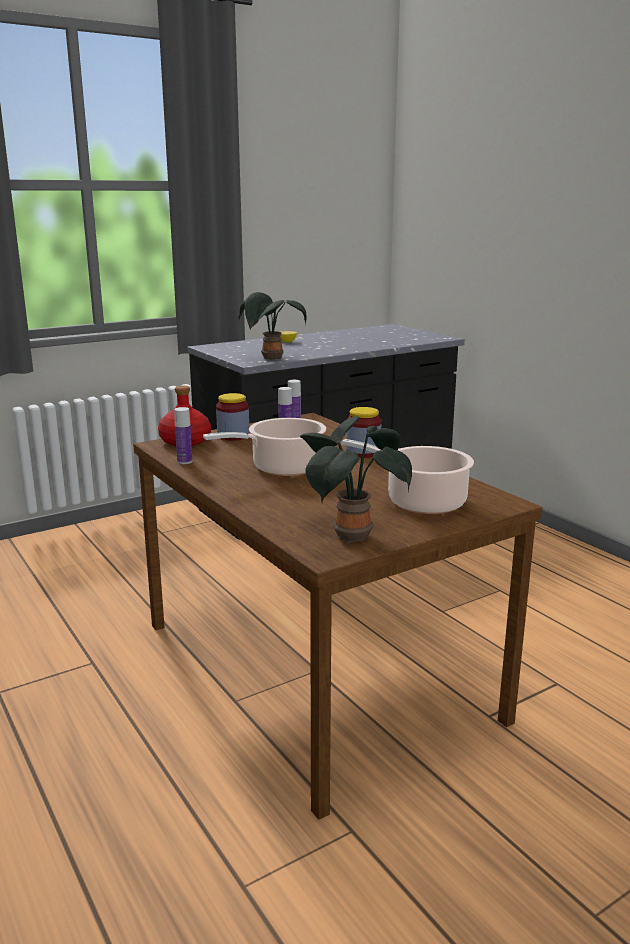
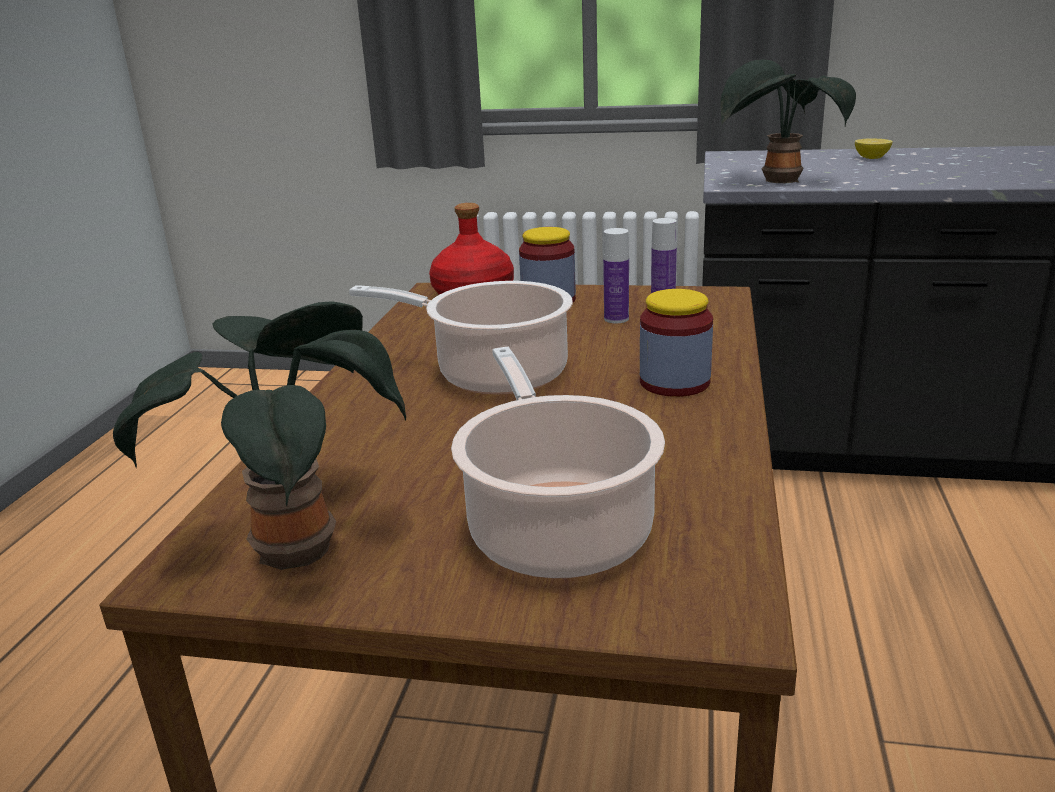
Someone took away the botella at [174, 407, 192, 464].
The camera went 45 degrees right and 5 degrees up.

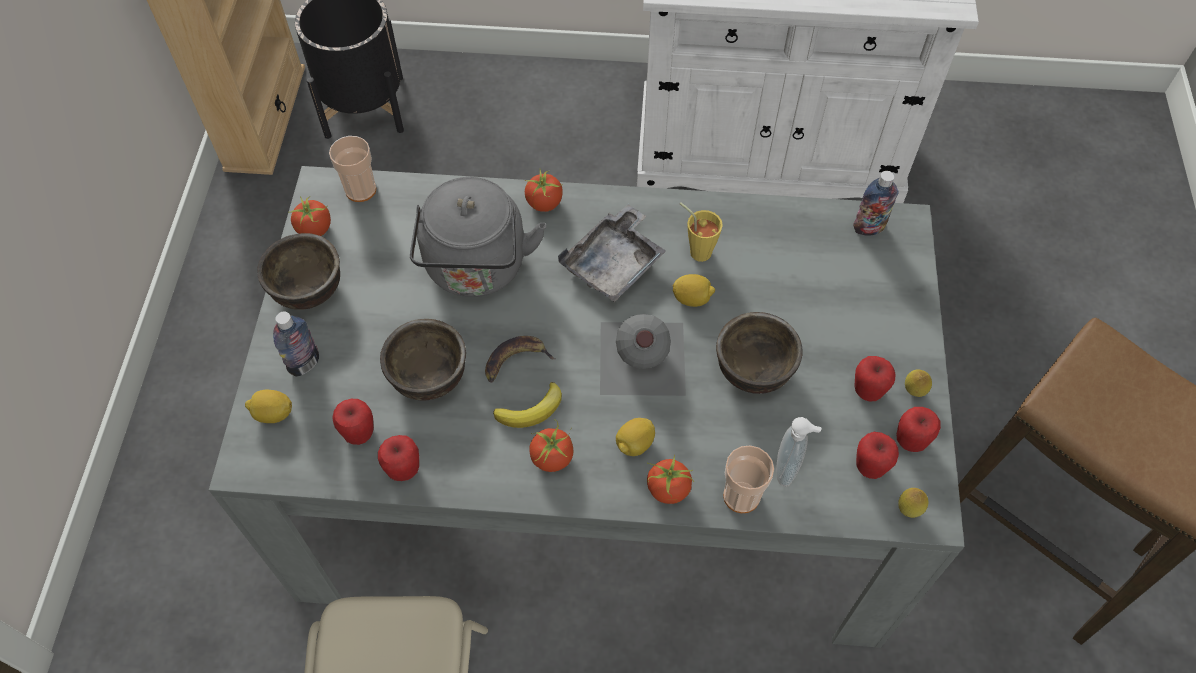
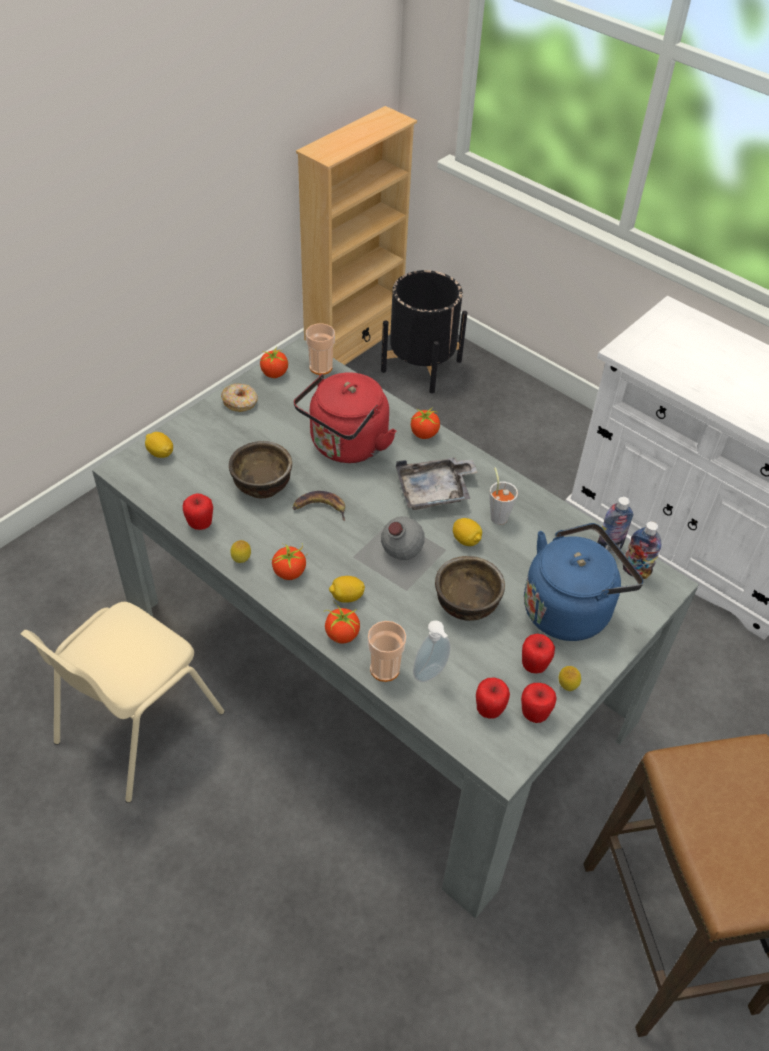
Someone swapped the cuenco (marrón) at [257, 233, 340, 310] for the rosquilla at [221, 383, 258, 412].
Someone carried the botella from [273, 311, 319, 377] to [597, 497, 634, 553].
Someone took away the manzana at [332, 399, 374, 445].
Someone repainted the hervidor (gris) at [410, 177, 546, 297], which became the hervidor (rojo) at [294, 372, 396, 463].
Someone took away the plátano at [493, 382, 562, 428].
Someone repainted the taza (amarillo) at [680, 203, 723, 262], which became the taza (gris) at [490, 467, 518, 525].
Someone carried the limón from [898, 488, 928, 518] to [230, 540, 251, 563].
Someone put down the hervidor (azul) at [524, 523, 643, 641].
The camera went 35 degrees right and 10 degrees down.

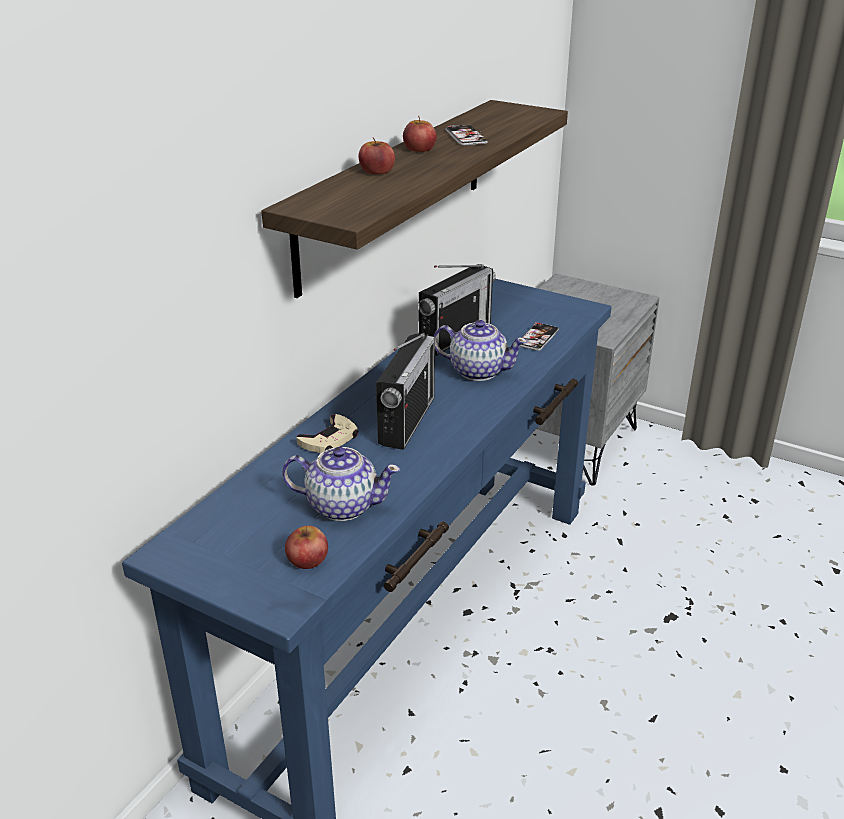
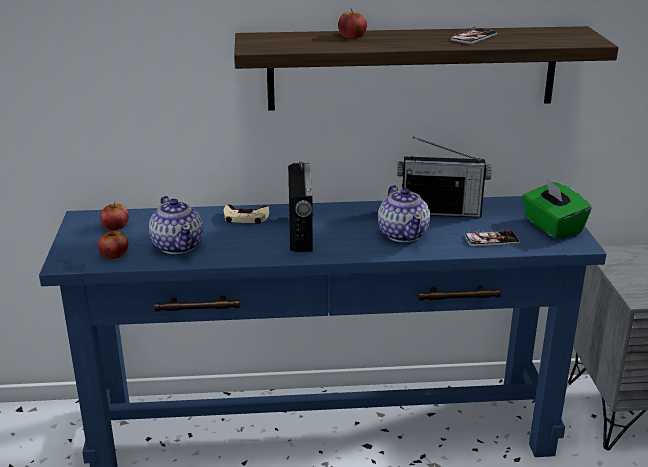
Someone rotated the radio at [376, 334, 436, 450] by 75 degrees counterclockwise.
Someone carried the manzana from [403, 116, 437, 152] to [100, 202, 129, 230].
Someone put down the caja de pañuelos (verde) at [522, 177, 592, 239].
The camera went 55 degrees right and 5 degrees down.

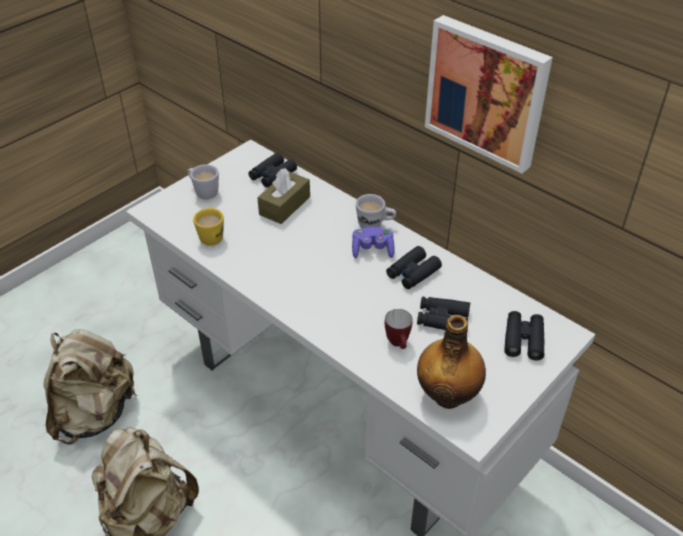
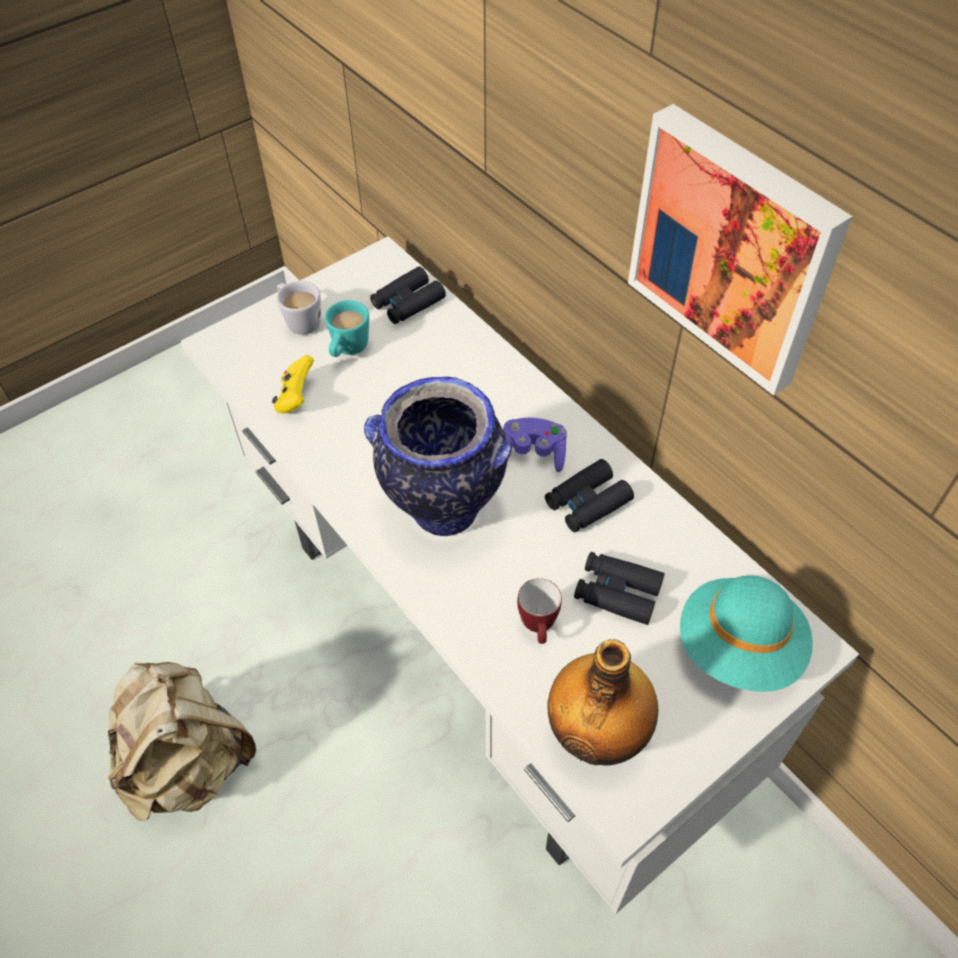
Someone took away the mochila (beis) at [43, 329, 137, 445].
Someone swapped the taza grande (amarillo) at [193, 207, 224, 245] for the mando de consola (amarillo) at [272, 355, 314, 414].
Someone took away the caja de pañuelos (marrón) at [257, 168, 310, 224].
Someone took away the taza grande (blanco) at [356, 194, 396, 228].
Someone swapped the prismáticos (negro) at [504, 311, 544, 360] for the sombrero (turquesa) at [680, 575, 813, 692].
Someone put down the taza grande (turquesa) at [325, 300, 369, 357].
Someone put down the florero at [364, 377, 512, 536].
The camera went 10 degrees right and 10 degrees up.

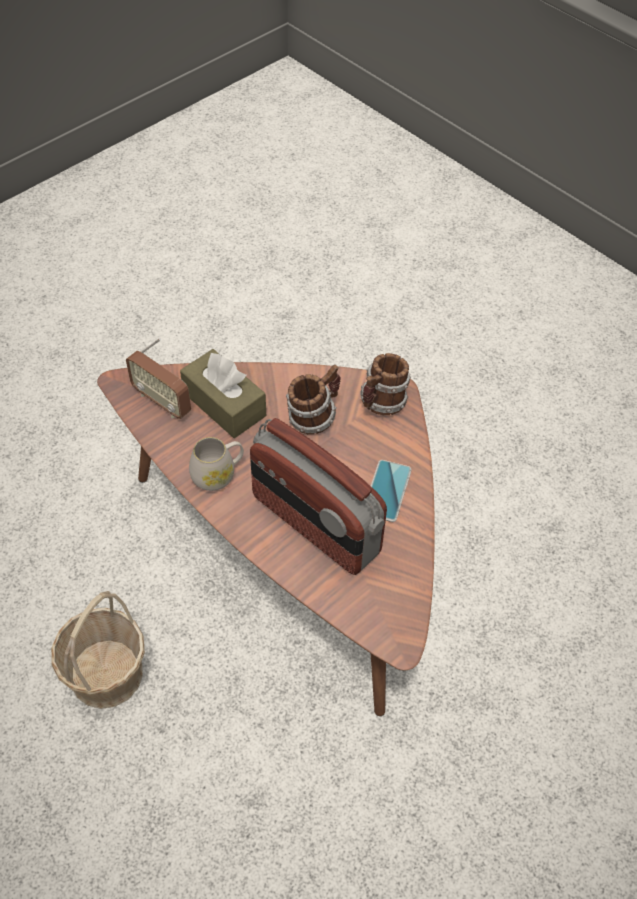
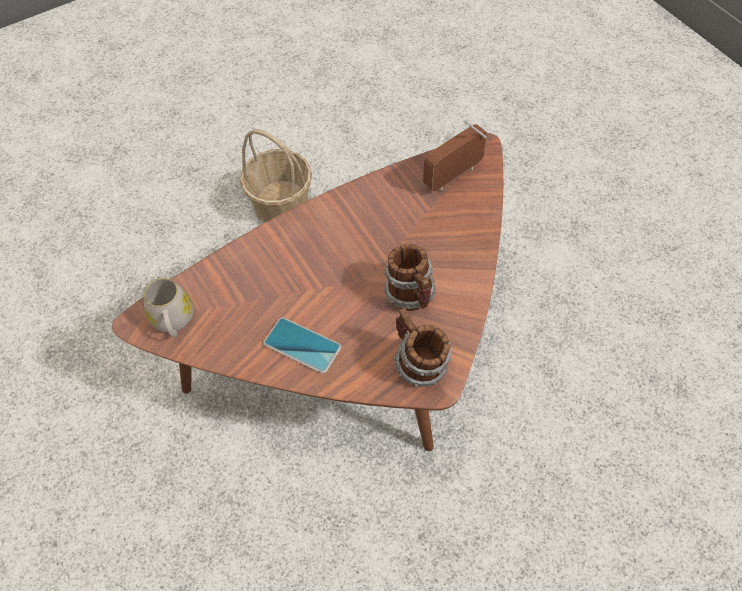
Someone took away the caja de pañuelos (marrón) at [180, 349, 266, 438].
Someone carried the taza grande (blanco) from [189, 437, 244, 491] to [144, 278, 193, 338].
Someone took away the radio at [250, 418, 387, 575].
The camera went 105 degrees right and 5 degrees up.

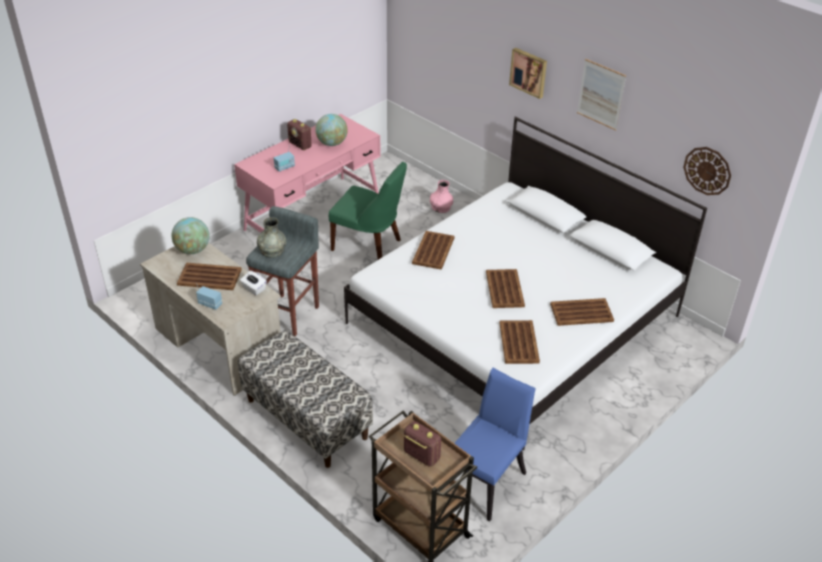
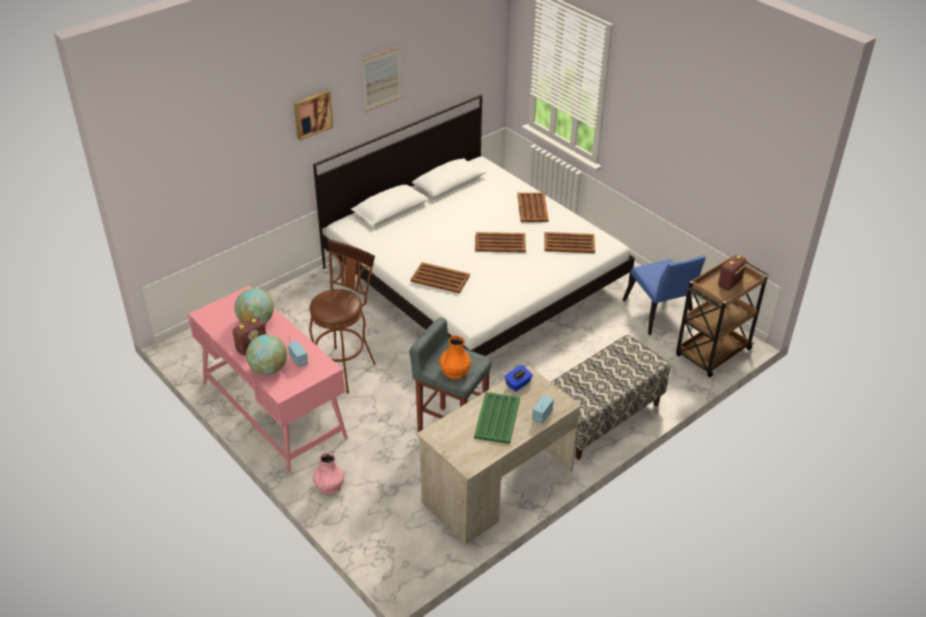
Someone carried the globo terráqueo from [171, 217, 210, 254] to [246, 334, 287, 375].
Someone repainted the bandeja (marrón) at [177, 262, 242, 290], which became the bandeja (verde) at [474, 392, 520, 444].
Someone repainted the caja de pañuelos (blanco) at [240, 271, 267, 295], which became the caja de pañuelos (azul) at [505, 365, 533, 391].
Someone repainted the florero (gris) at [257, 217, 287, 258], which became the florero (naranja) at [439, 336, 471, 379].
Someone swapped the silla (verde) at [329, 162, 407, 260] for the taburete (marrón) at [309, 239, 376, 394].
Someone carried the florero (rosa) from [430, 180, 453, 213] to [313, 452, 344, 494].
Someone rotated the silla (azul) at [454, 368, 536, 522] by 150 degrees counterclockwise.
Someone took away the reloj de pared at [683, 147, 731, 195].
The camera went 85 degrees left and 0 degrees up.

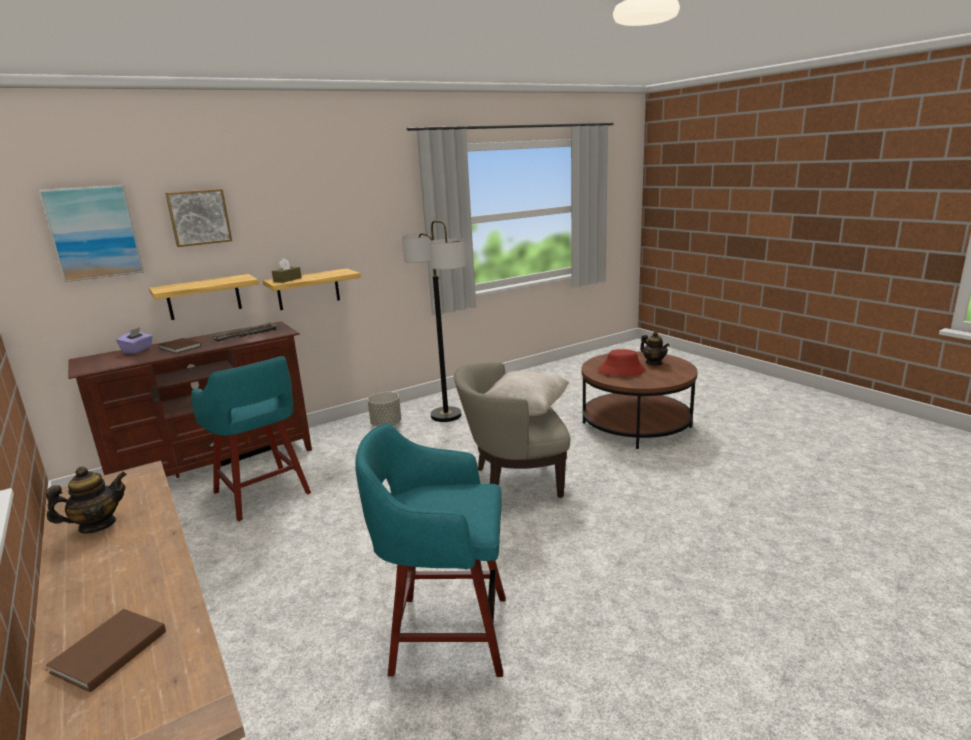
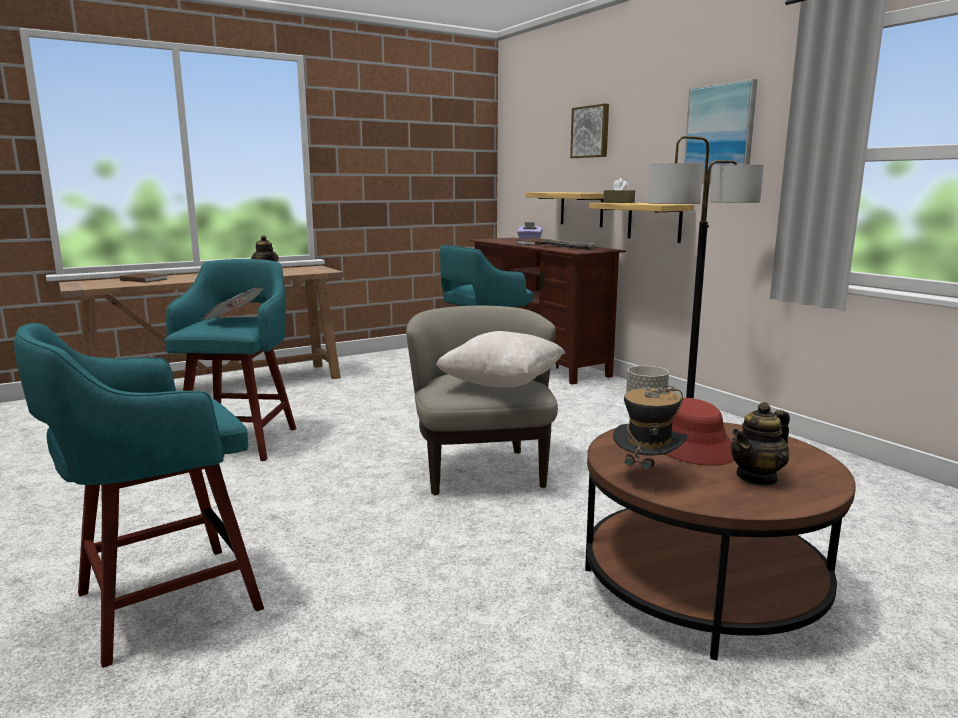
Someone carried the cuadro from [38, 185, 144, 282] to [684, 79, 758, 184].
Someone put down the taburete (turquesa) at [14, 323, 264, 668].
Someone put down the periódico at [201, 287, 263, 320].
Someone put down the sombrero at [613, 386, 688, 493].
The camera went 90 degrees right and 5 degrees down.

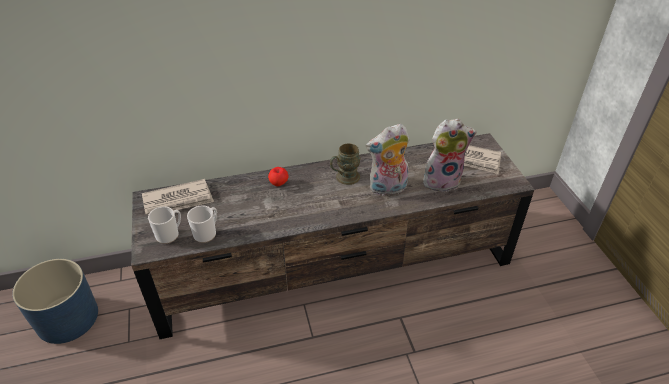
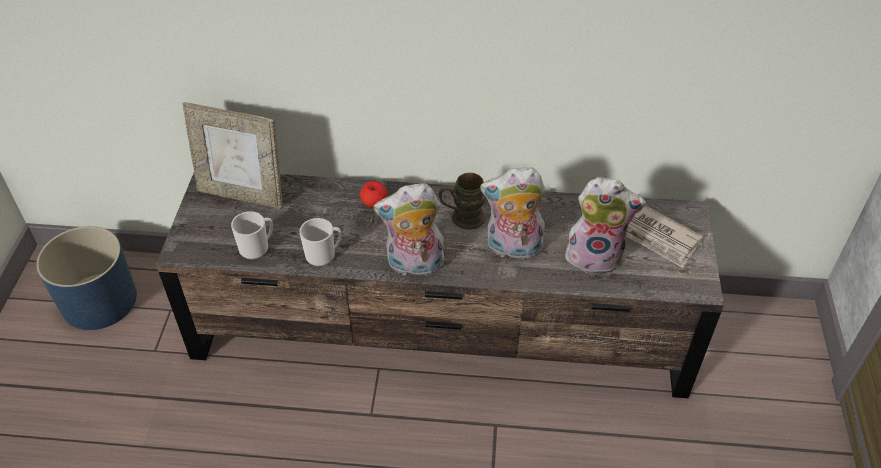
Someone swapped the periódico at [142, 179, 214, 215] for the portarretratos at [182, 102, 283, 209].
Someone carried the taza grande from [148, 206, 181, 244] to [300, 218, 341, 266].
Someone put down the peluche at [373, 183, 445, 279].
The camera went 20 degrees right and 5 degrees up.

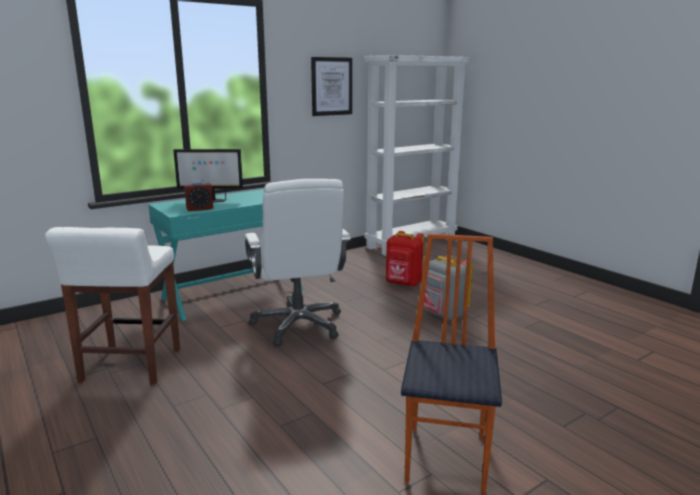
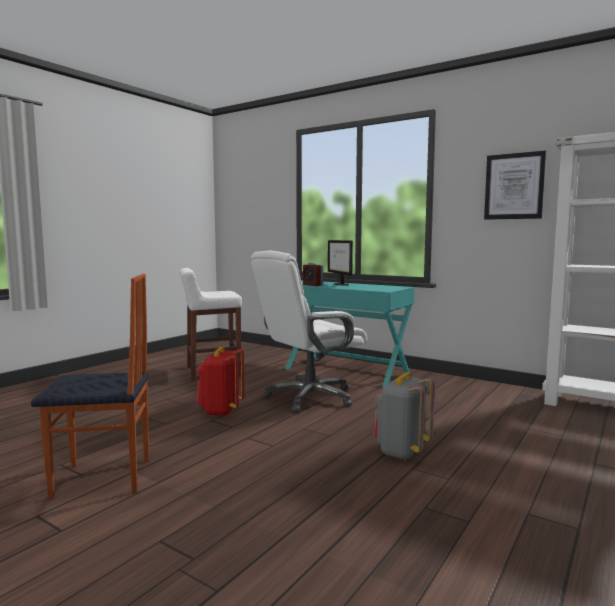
Someone carried the mochila (rojo) from [386, 231, 424, 287] to [196, 347, 245, 416].
The camera went 70 degrees right and 10 degrees down.

